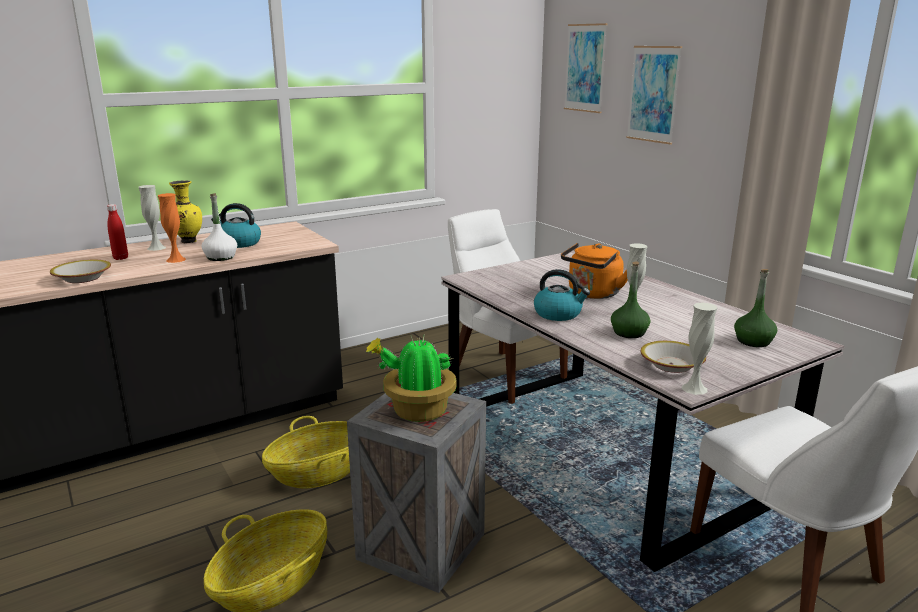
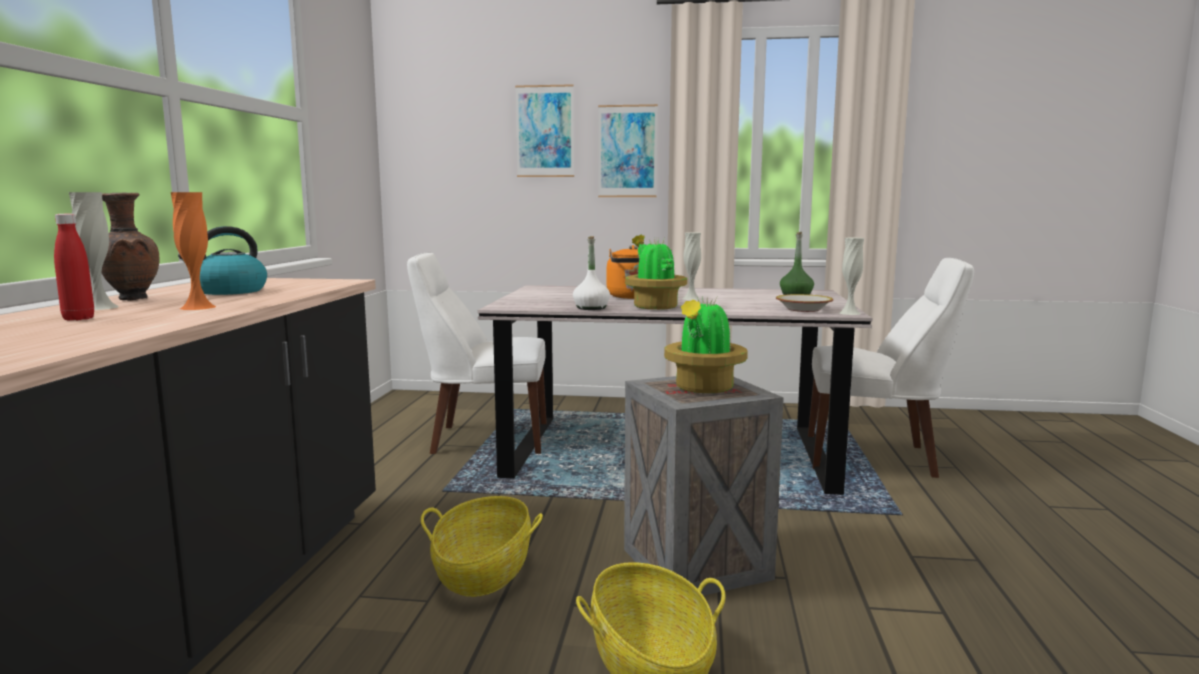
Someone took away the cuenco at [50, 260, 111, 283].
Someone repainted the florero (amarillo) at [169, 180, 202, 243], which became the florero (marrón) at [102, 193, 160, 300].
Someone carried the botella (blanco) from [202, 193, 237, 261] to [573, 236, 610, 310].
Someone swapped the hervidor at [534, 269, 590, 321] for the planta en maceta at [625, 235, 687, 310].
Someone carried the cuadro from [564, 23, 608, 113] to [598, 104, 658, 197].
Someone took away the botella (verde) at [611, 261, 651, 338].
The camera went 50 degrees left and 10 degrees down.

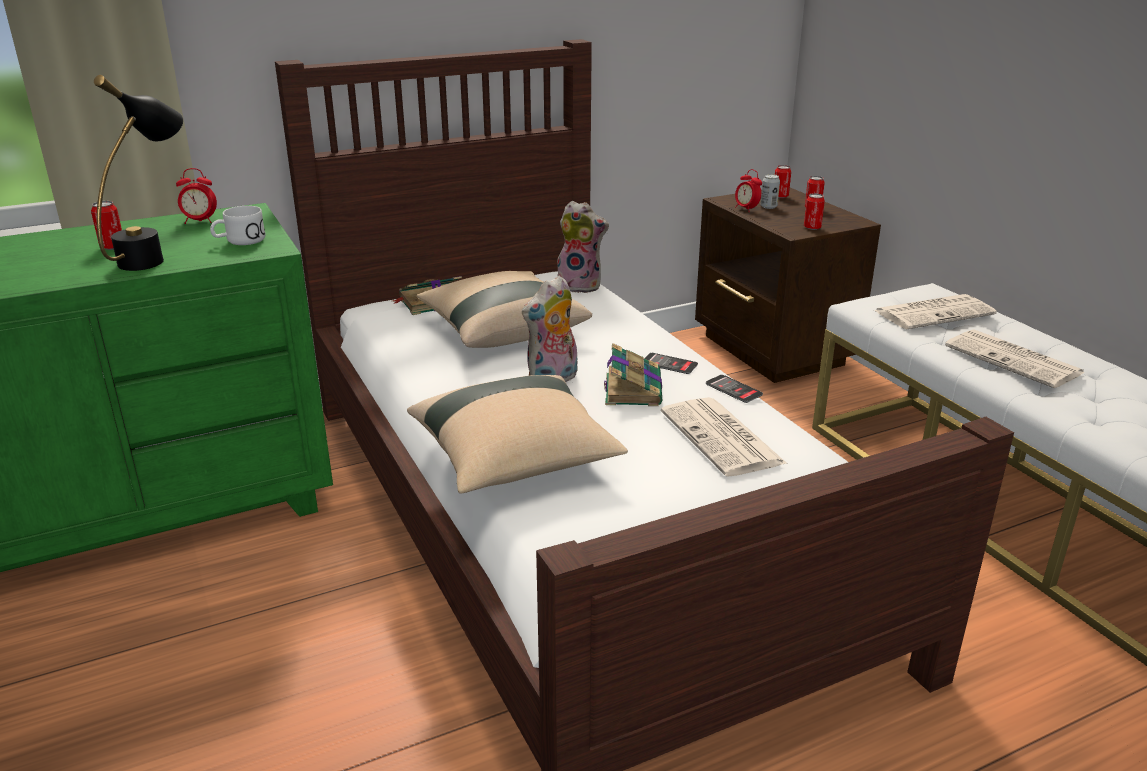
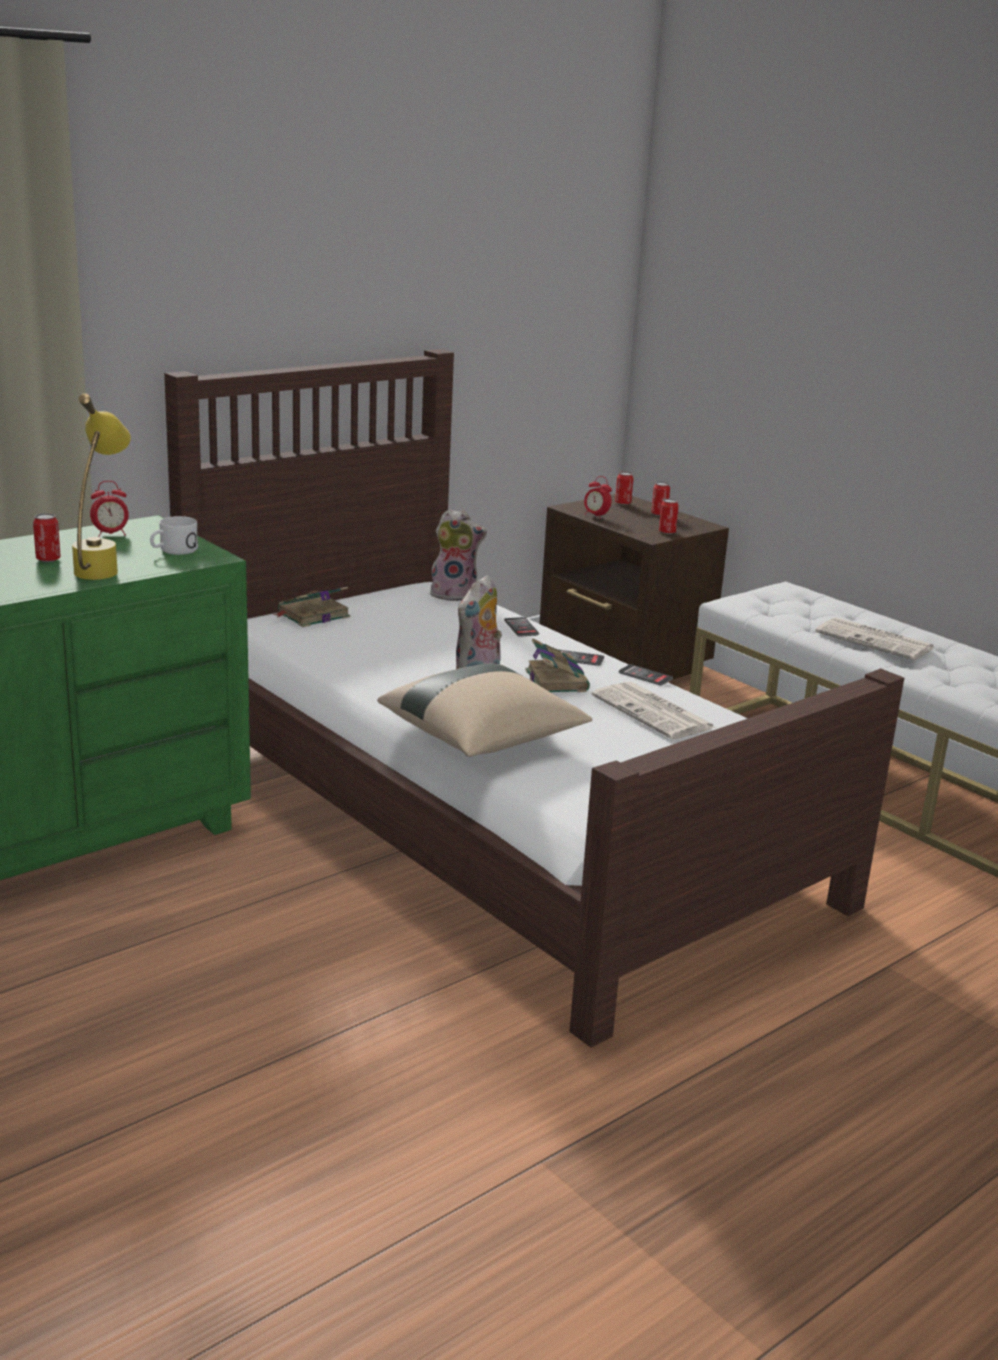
Someone repainted the lámpara de mesa (negro) at [94, 75, 183, 271], which became the lámpara de mesa (amarillo) at [72, 393, 131, 580].
Someone took away the cojín (beis) at [416, 271, 592, 348].
Someone took away the lata at [760, 174, 780, 209].
Someone took away the periódico at [874, 294, 997, 329].
Someone put down the móvil at [504, 617, 539, 637].
The camera went 15 degrees left and 5 degrees down.

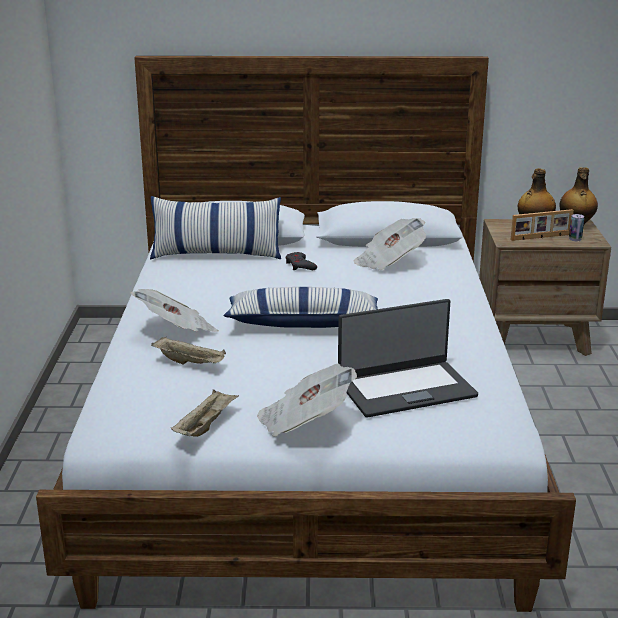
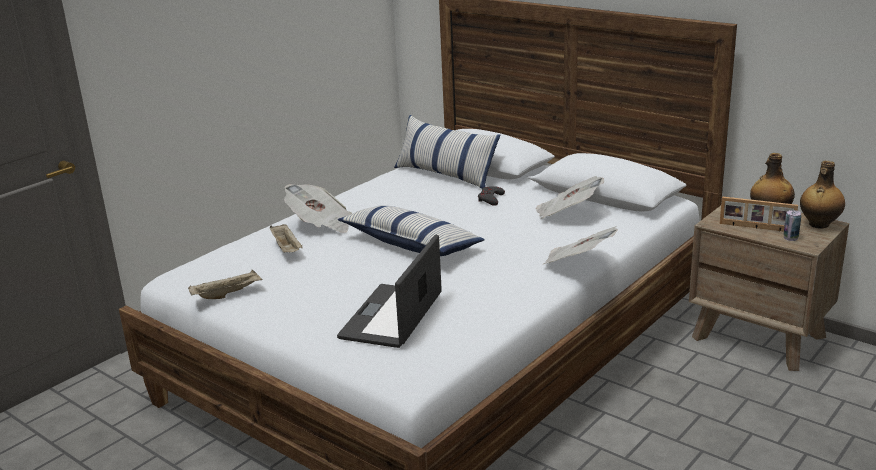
Someone carried the periódico from [257, 364, 357, 437] to [544, 226, 618, 264].
Someone rotated the portátil at [338, 299, 478, 418] by 90 degrees clockwise.
The camera went 40 degrees right and 0 degrees up.

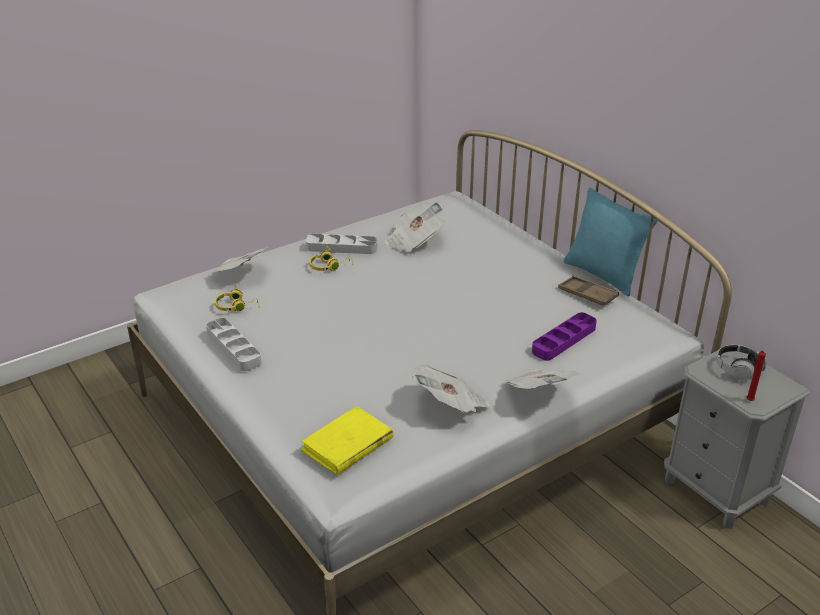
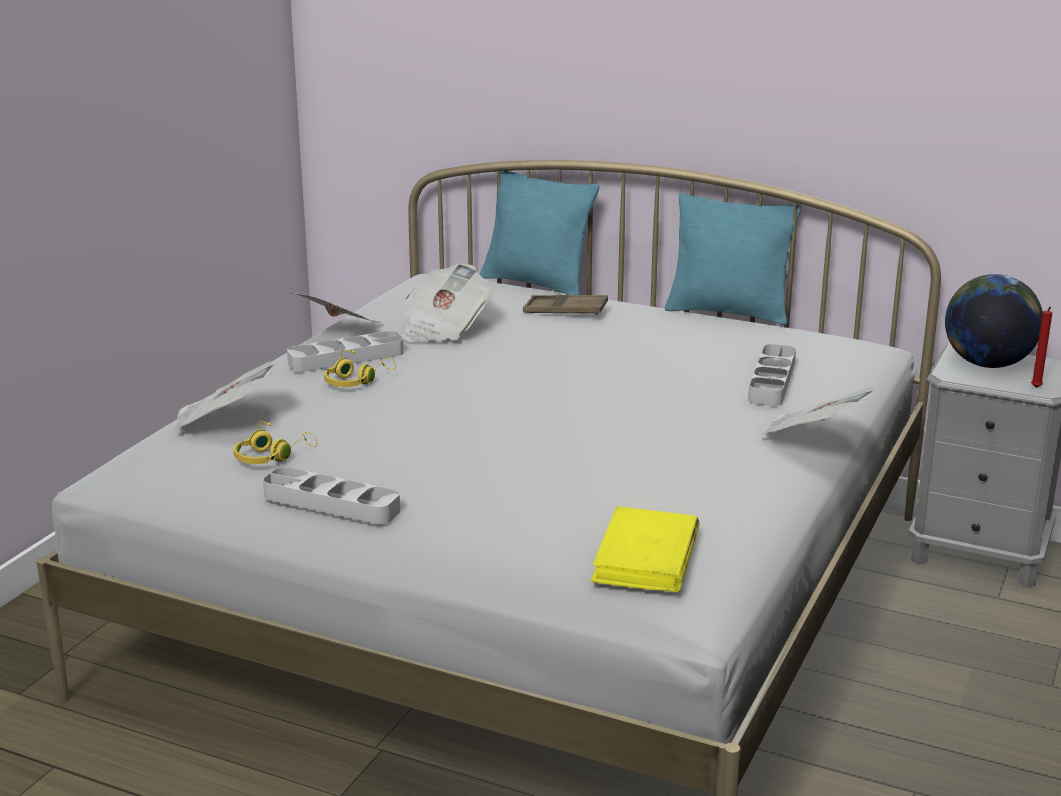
Someone carried the periódico from [412, 365, 491, 413] to [292, 293, 380, 323].
Someone repainted the bandeja (morado) at [532, 312, 597, 361], which became the bandeja (gris) at [748, 344, 796, 406].
Someone carried the bandeja (marrón) from [558, 276, 619, 306] to [523, 295, 608, 315].
Someone swapped the auriculares at [717, 345, 766, 381] for the globo terráqueo at [945, 274, 1043, 368].
Someone put down the cojín (turquesa) at [480, 171, 599, 295].
The camera went 30 degrees left and 10 degrees down.

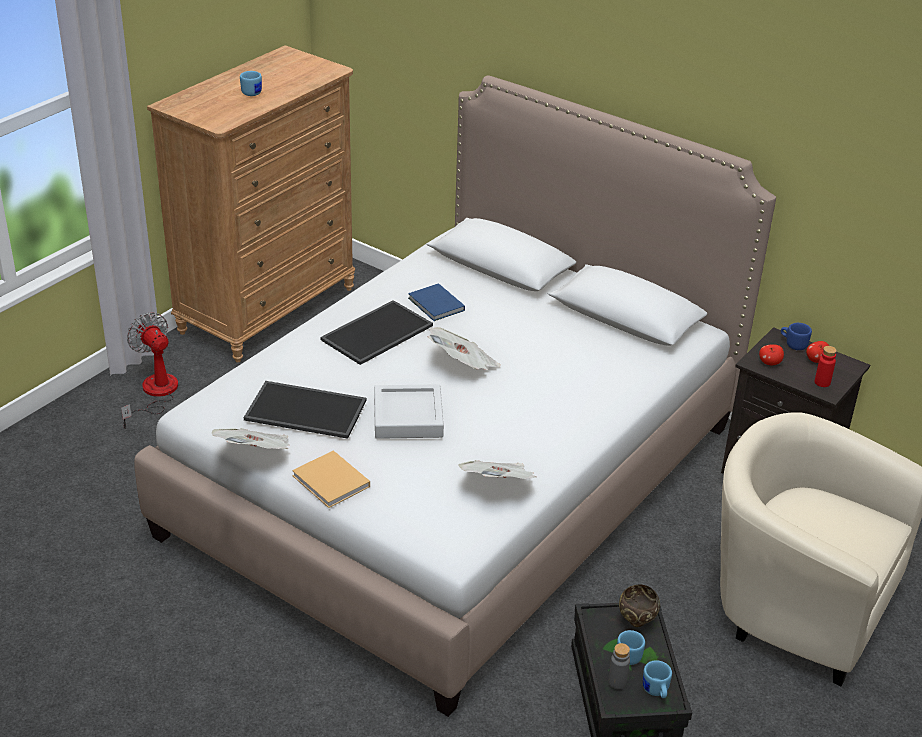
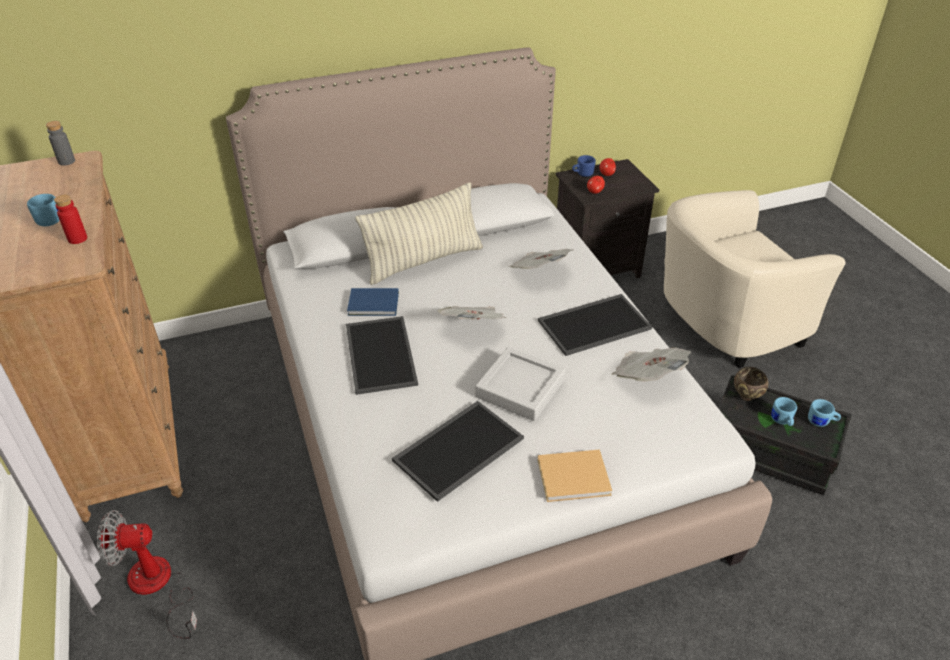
Someone carried the periódico from [212, 428, 290, 449] to [508, 249, 573, 269].
Someone carried the botella (gris) from [608, 643, 630, 689] to [46, 121, 75, 166].
Someone carried the botella (rojo) from [815, 346, 837, 387] to [54, 194, 87, 244].
Someone put down the cojín at [355, 182, 483, 285].
Someone put down the bandeja at [538, 294, 652, 356].
The camera went 55 degrees left and 5 degrees up.

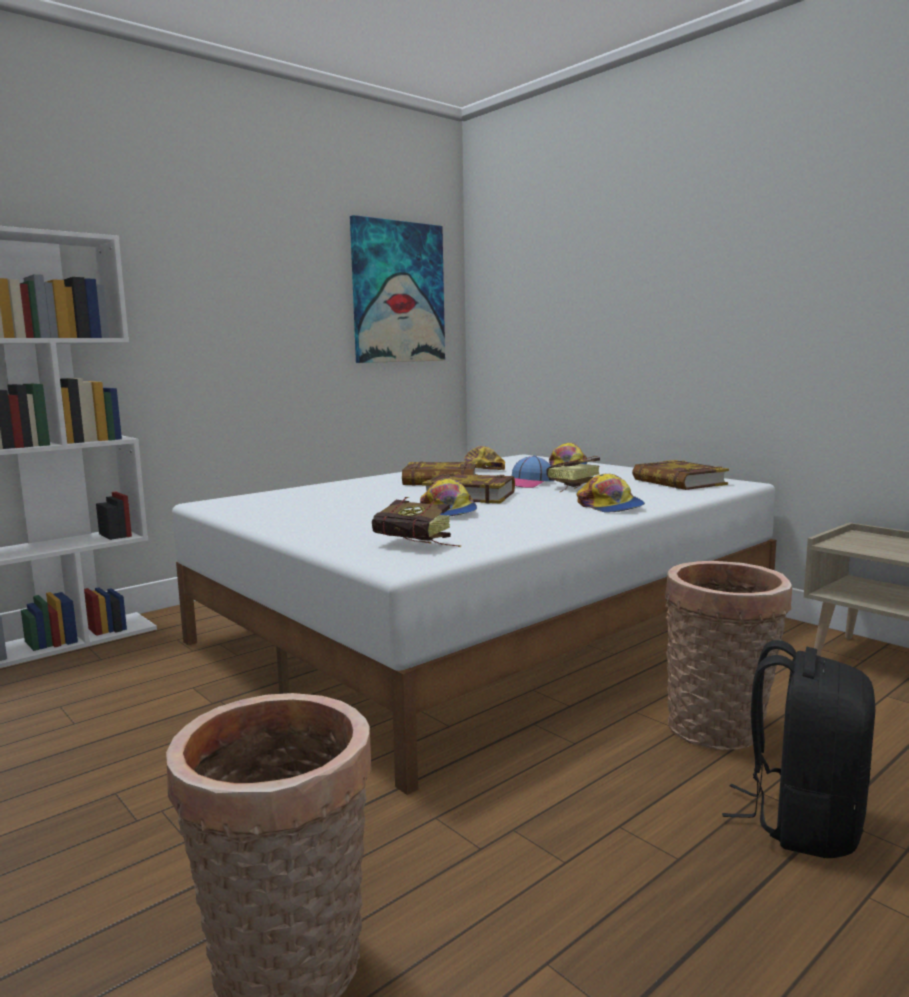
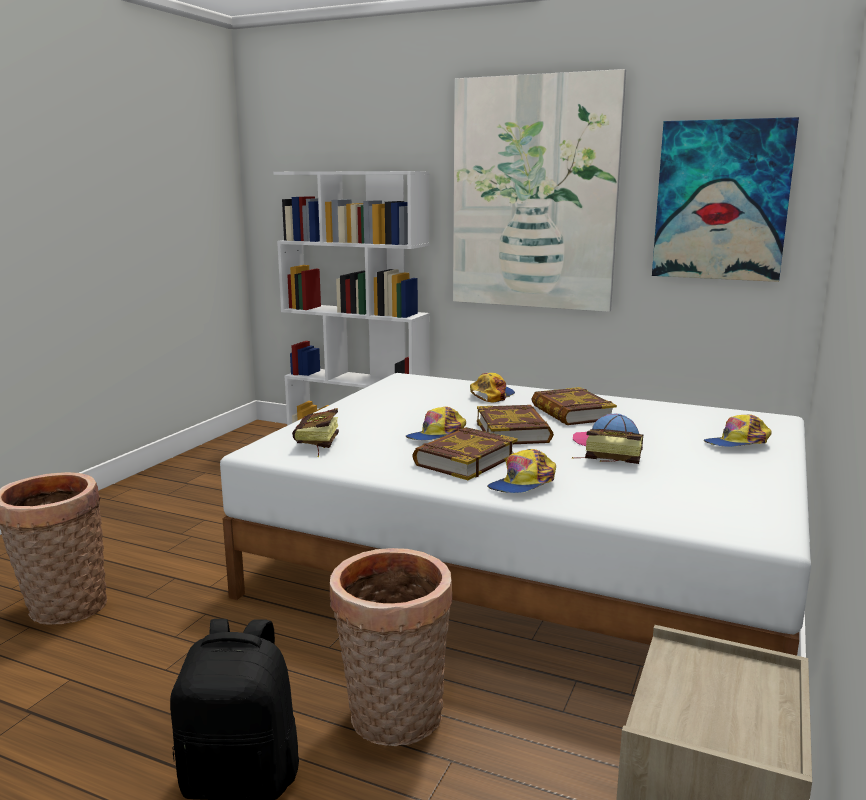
Someone carried the gorra from [464, 446, 505, 470] to [470, 373, 515, 402].
Someone carried the libro from [632, 460, 729, 490] to [412, 427, 517, 480].
Someone put up the cuadro at [453, 69, 626, 312].
The camera went 65 degrees right and 5 degrees up.

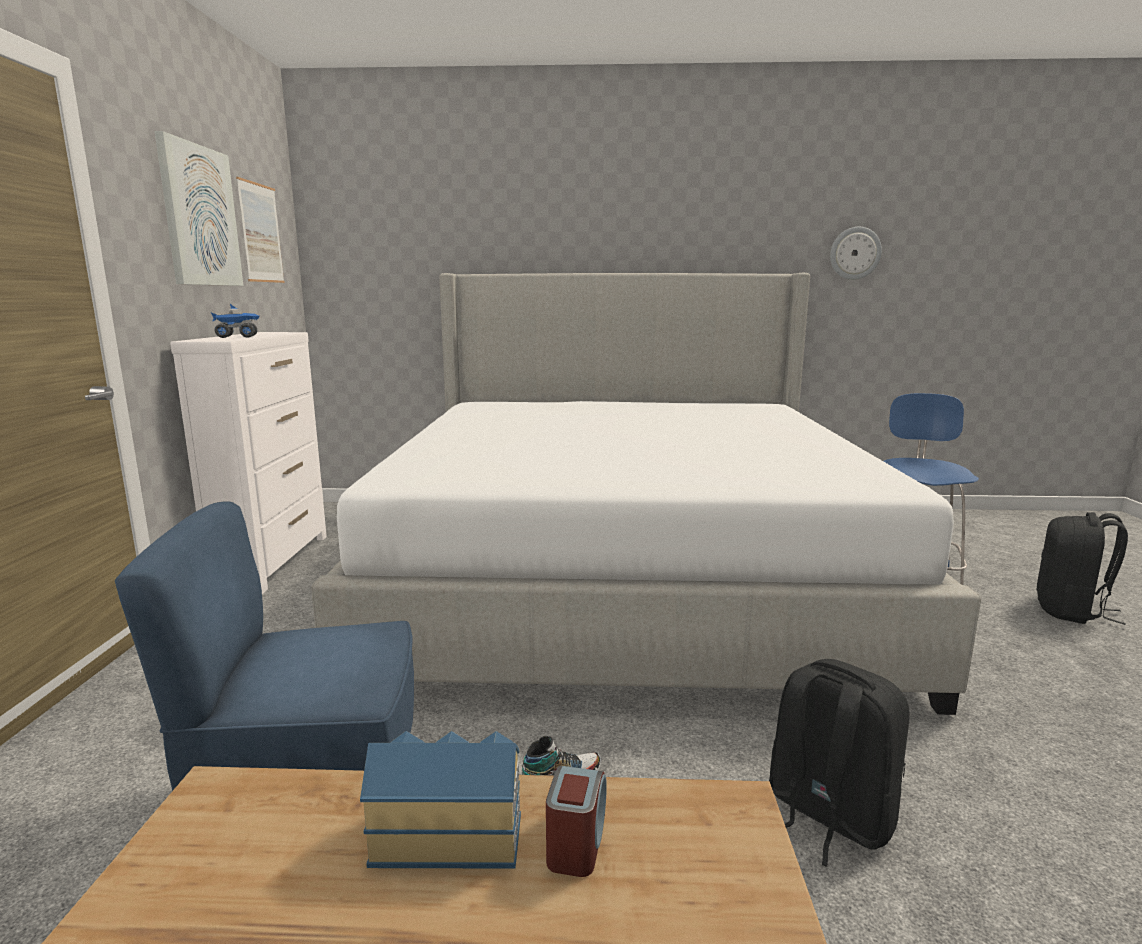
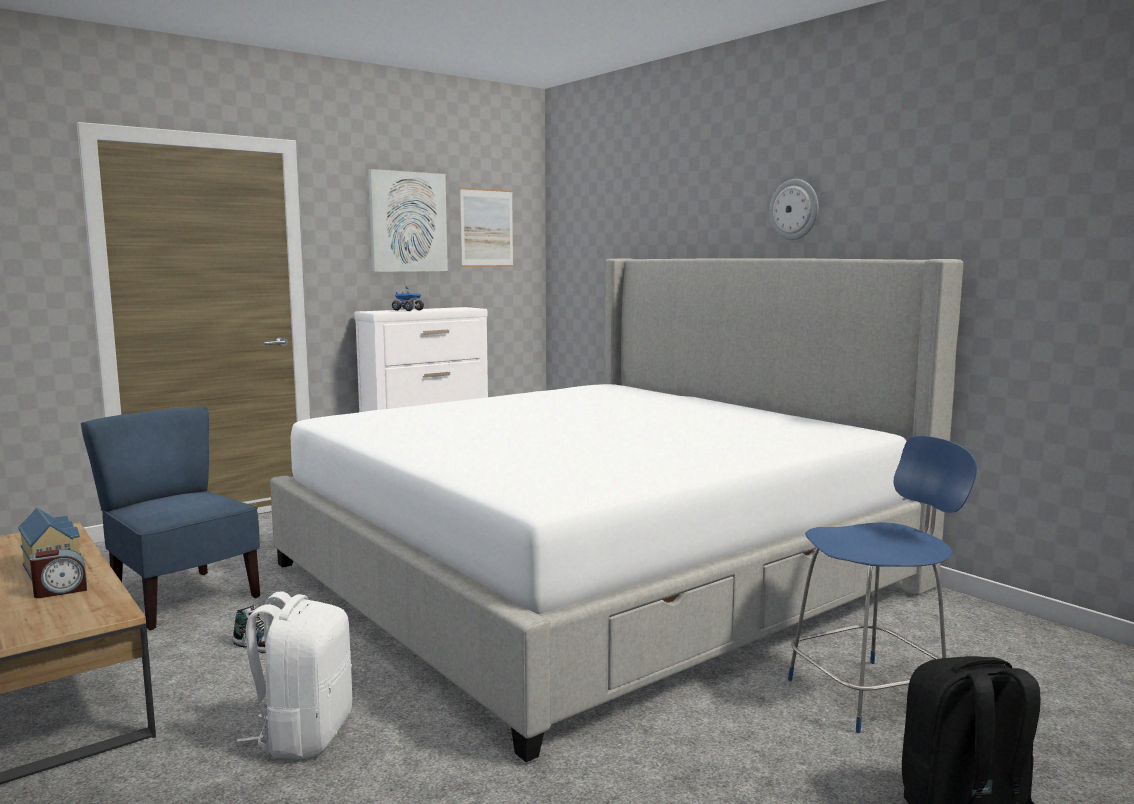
Someone repainted the mochila (negro) at [769, 659, 909, 867], which became the mochila (blanco) at [237, 592, 353, 759].
Someone carried the reloj de pared from [830, 227, 882, 280] to [769, 179, 818, 240].
The camera went 50 degrees right and 5 degrees down.

